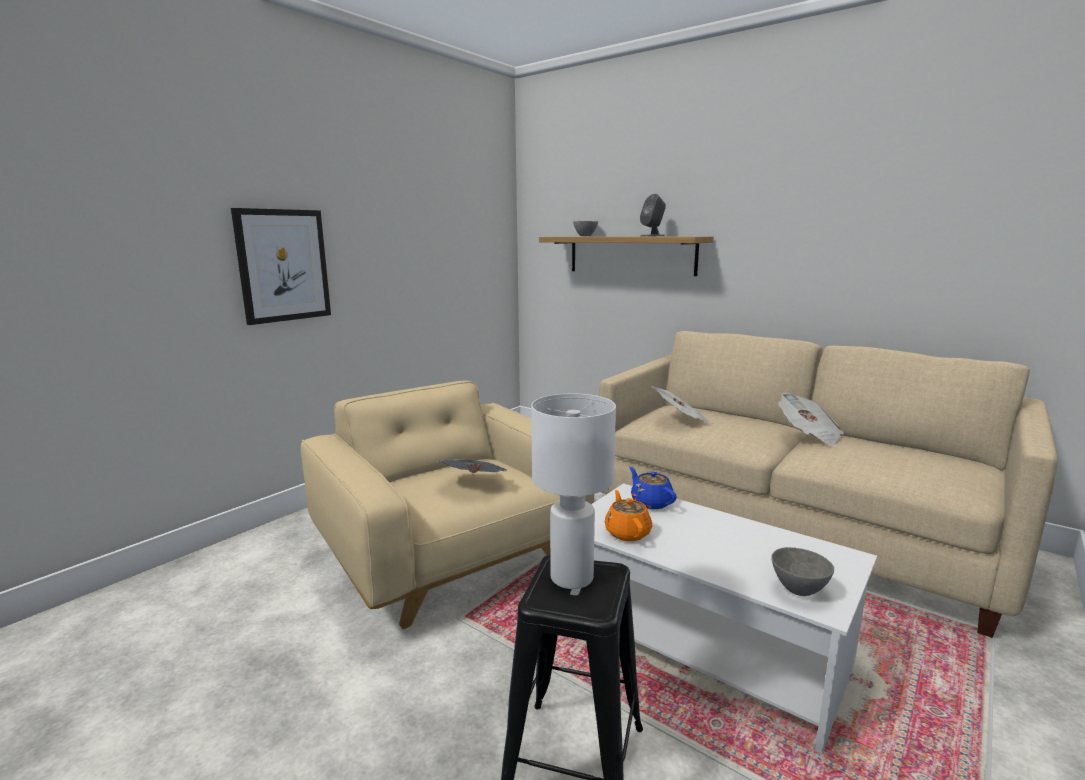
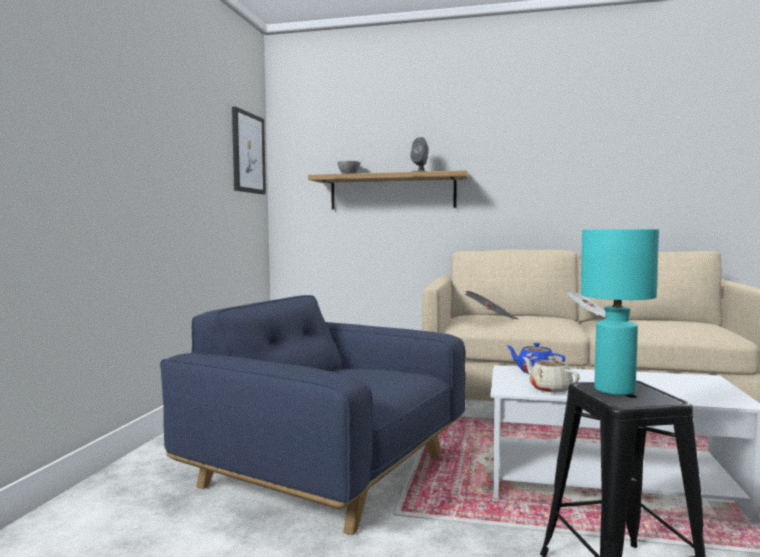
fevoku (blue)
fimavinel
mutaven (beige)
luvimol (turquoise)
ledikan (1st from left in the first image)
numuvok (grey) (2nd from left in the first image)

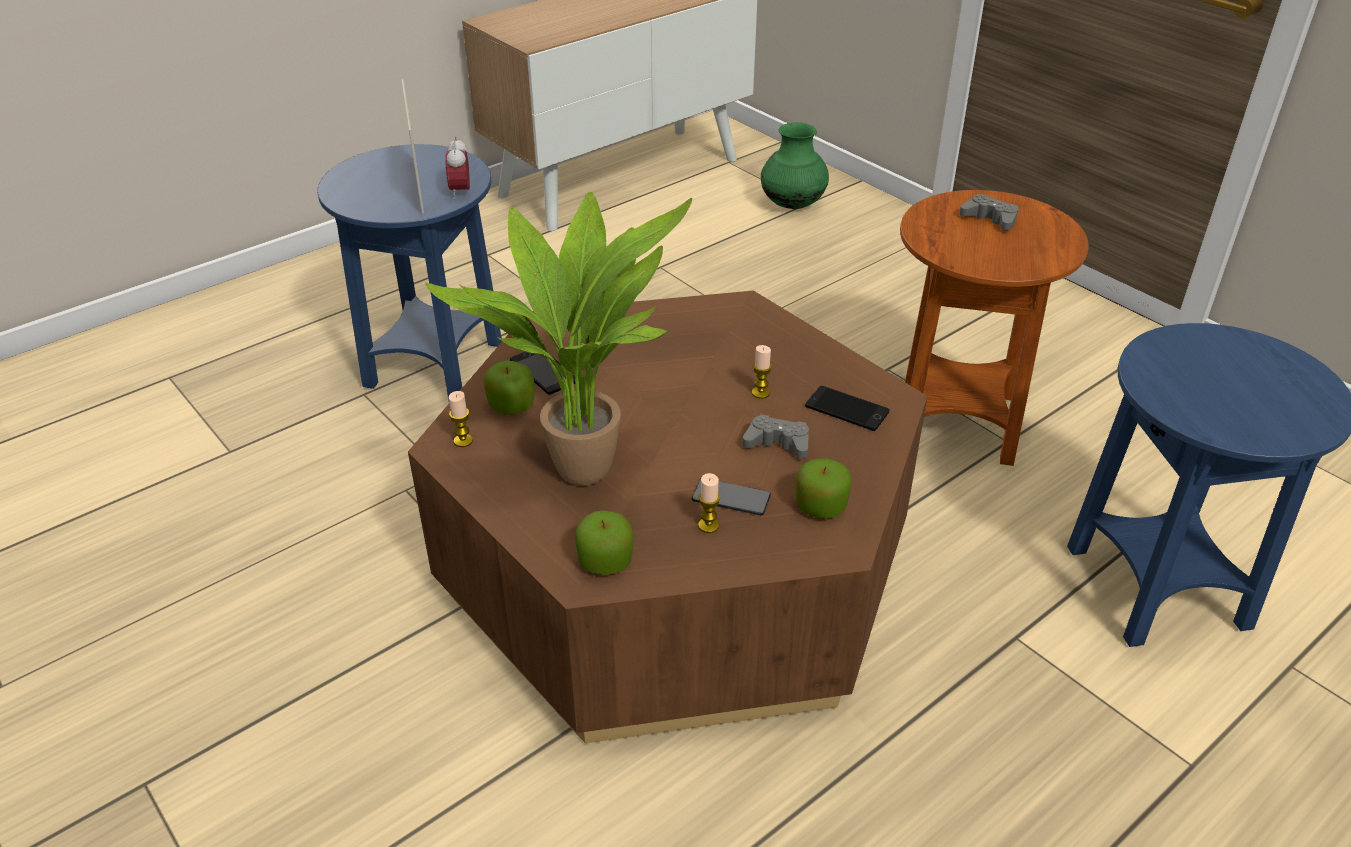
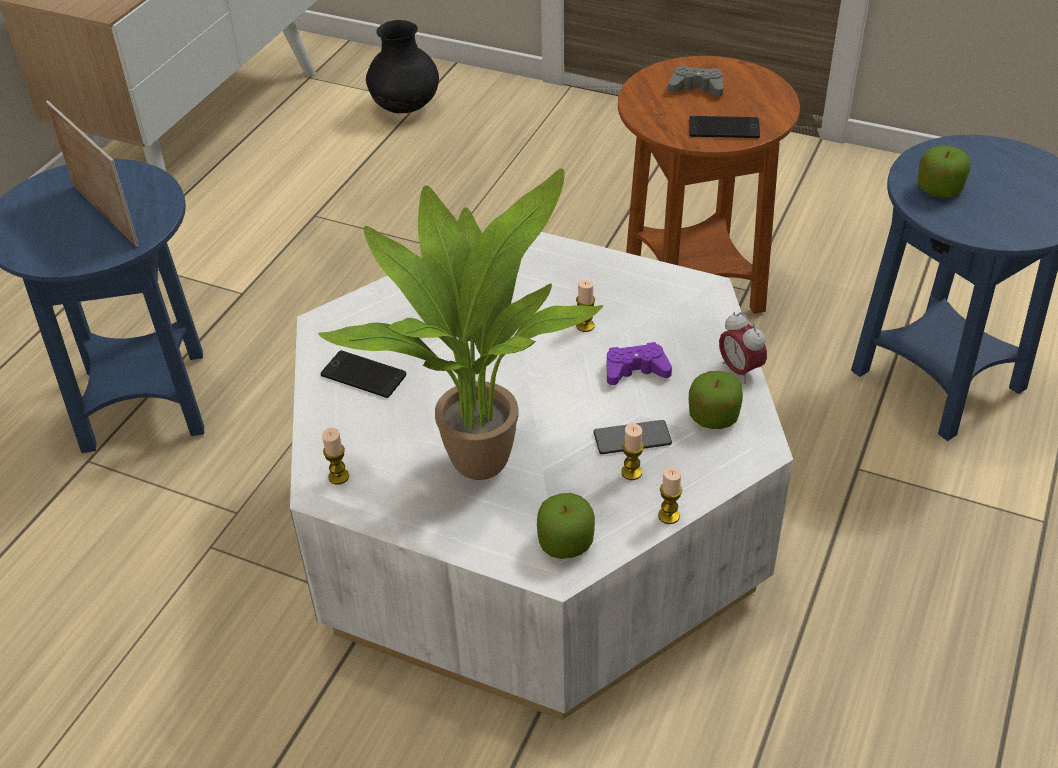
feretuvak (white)
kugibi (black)
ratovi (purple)
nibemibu (4th from left)
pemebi (3rd from left)
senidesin
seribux (3rd from left)

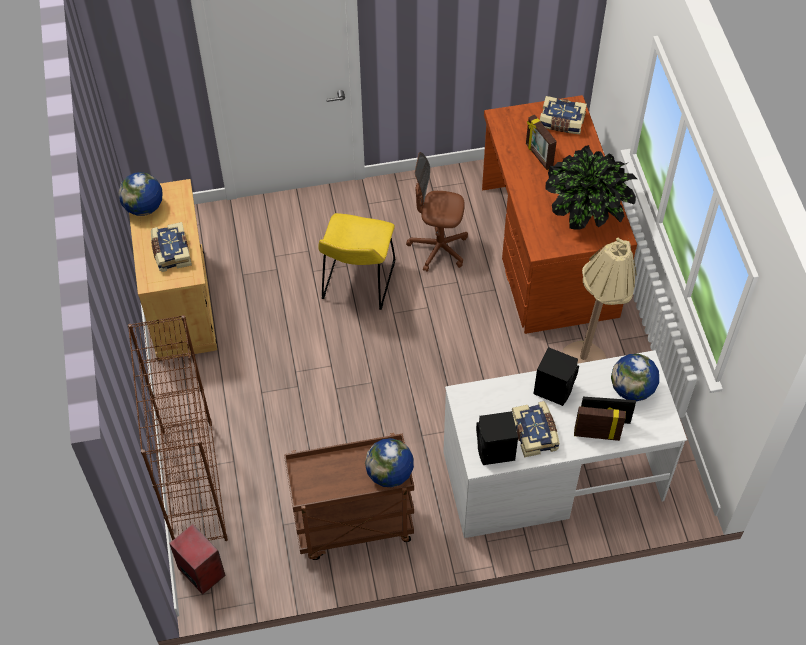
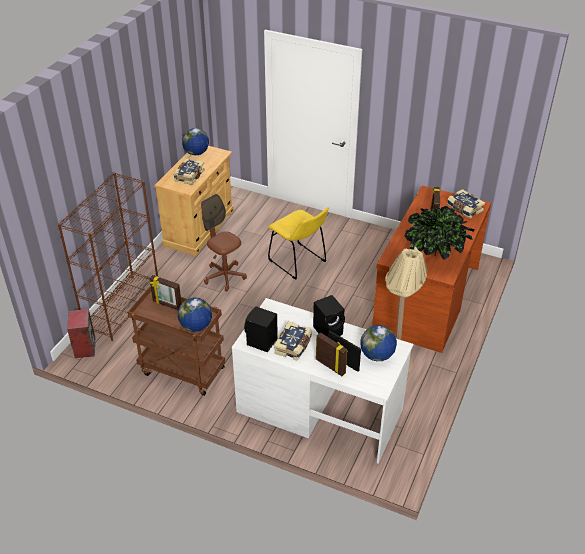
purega (1st from left)
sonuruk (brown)
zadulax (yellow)

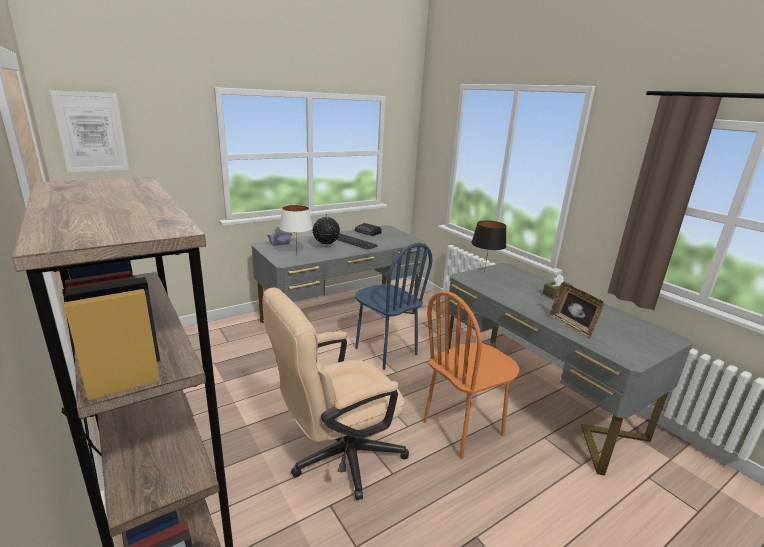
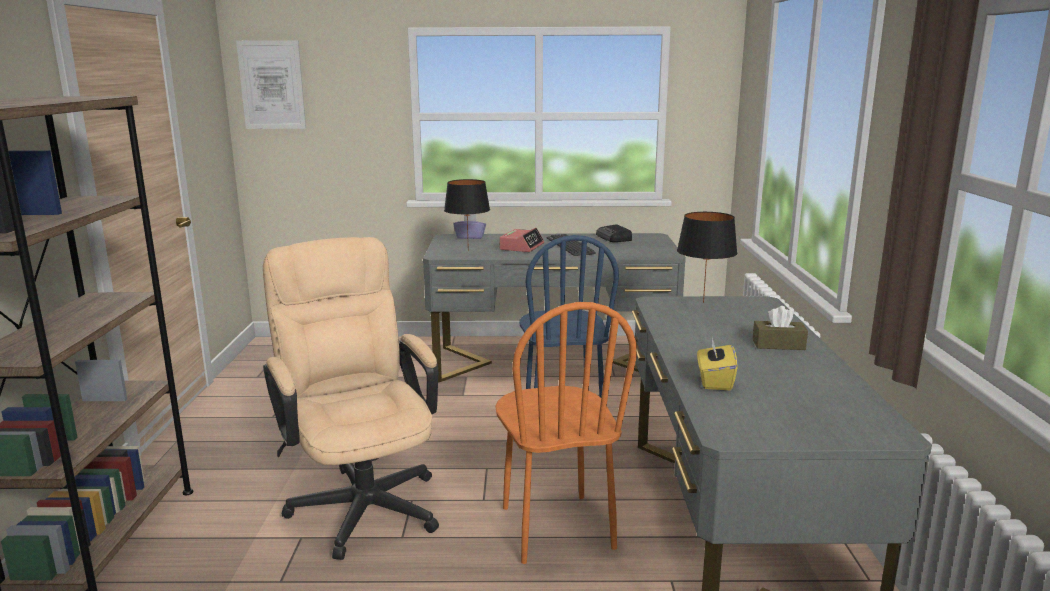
sonuruk (beige)
luvimol (black) (1st from left)
zadulax (orange)
senidesin
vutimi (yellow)

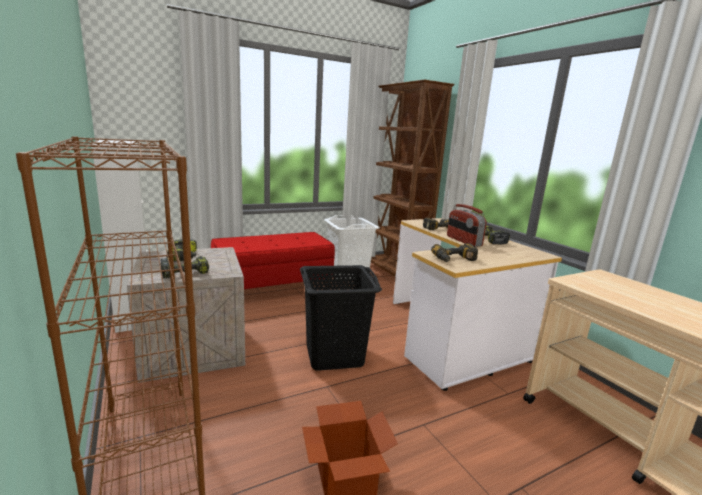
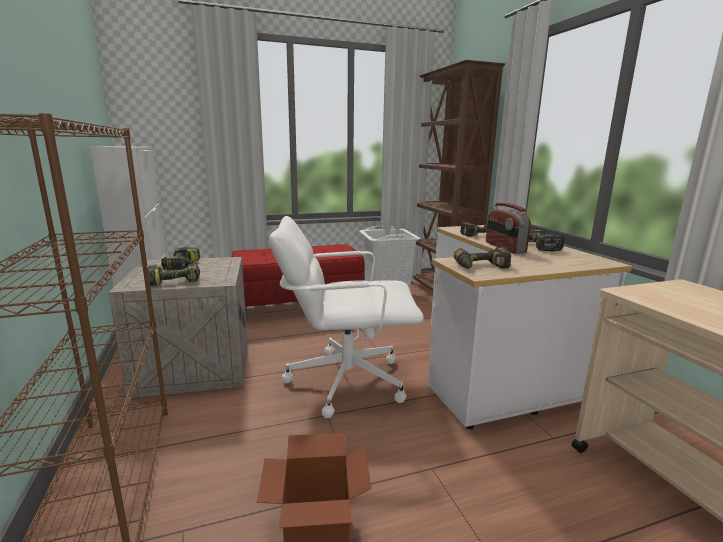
sonuruk (white)

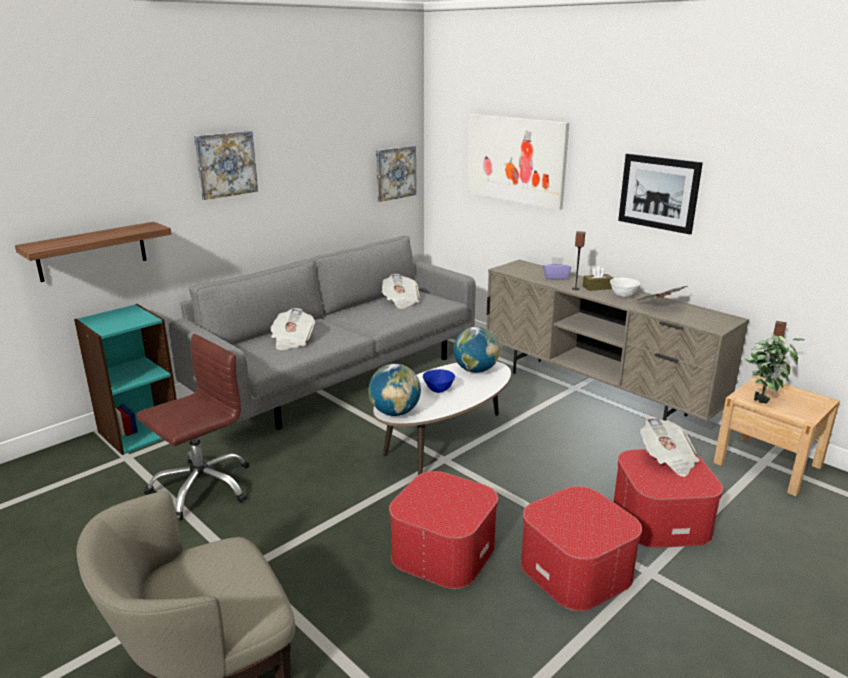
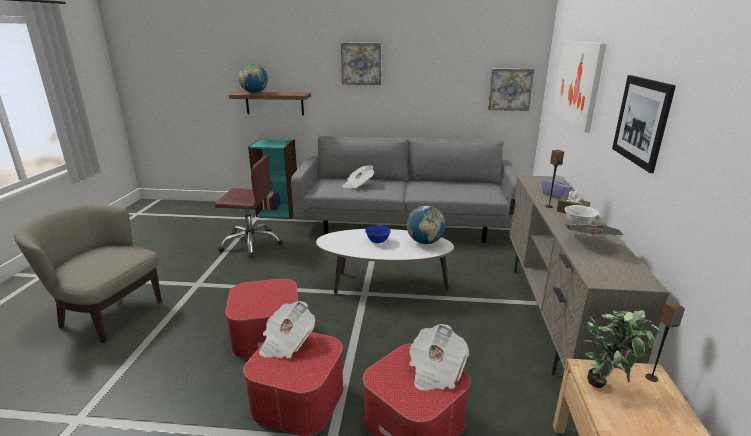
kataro (1st from left)
ledikan (1st from left)

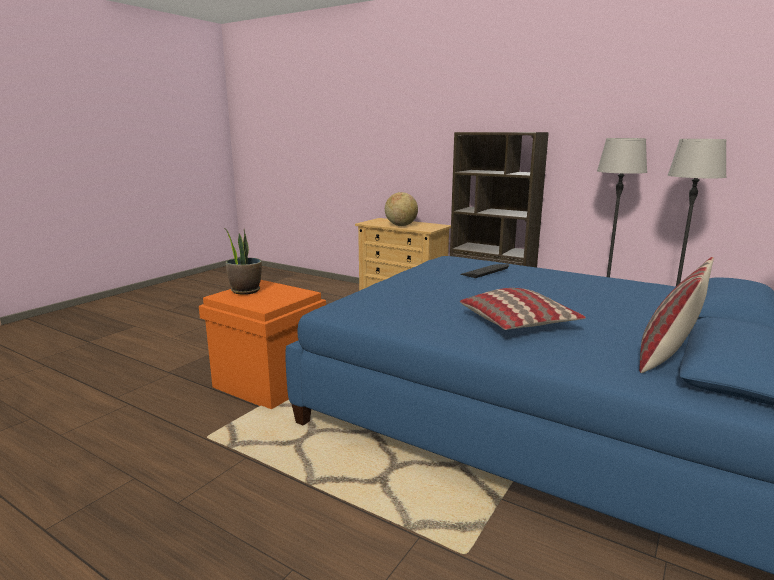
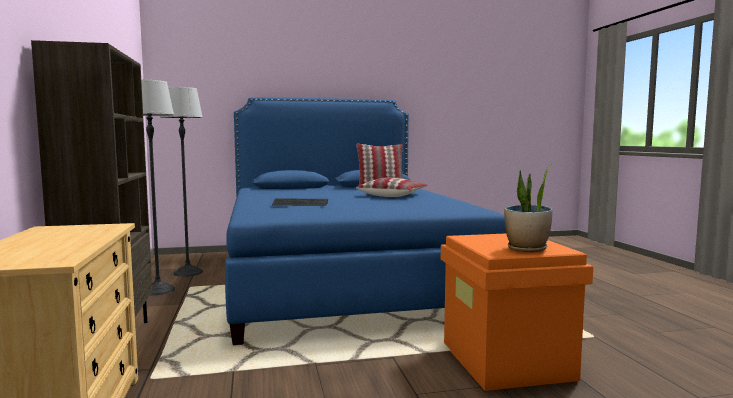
kataro

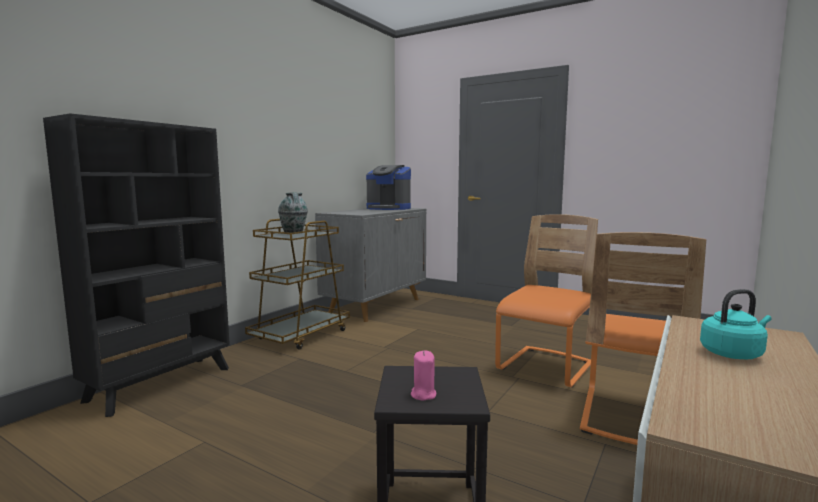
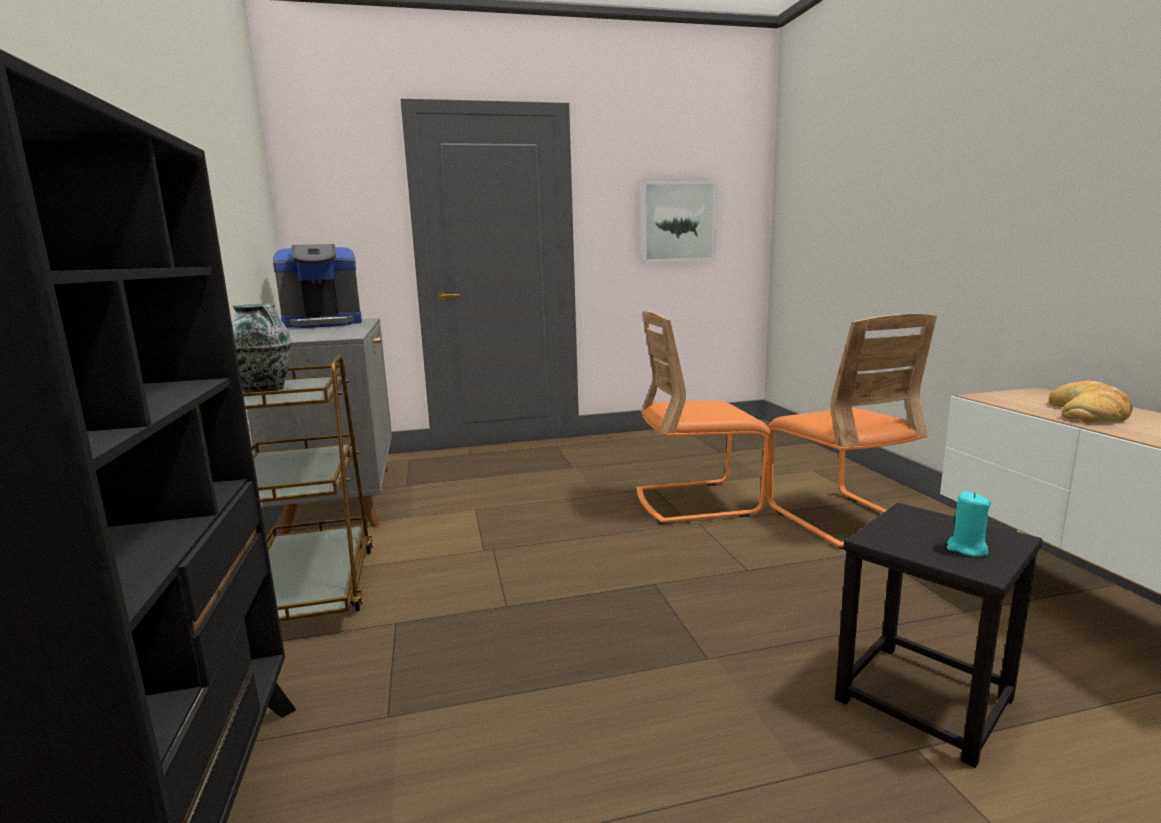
zadulax (orange) (1st from left)
fimavinel
nibemibu (turquoise)
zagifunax

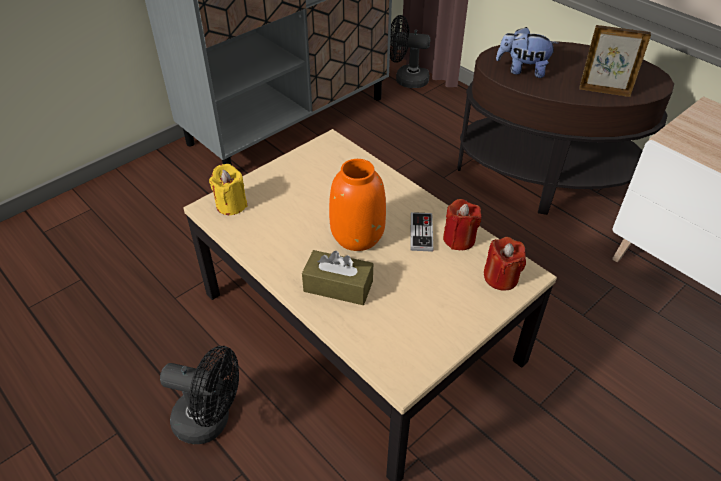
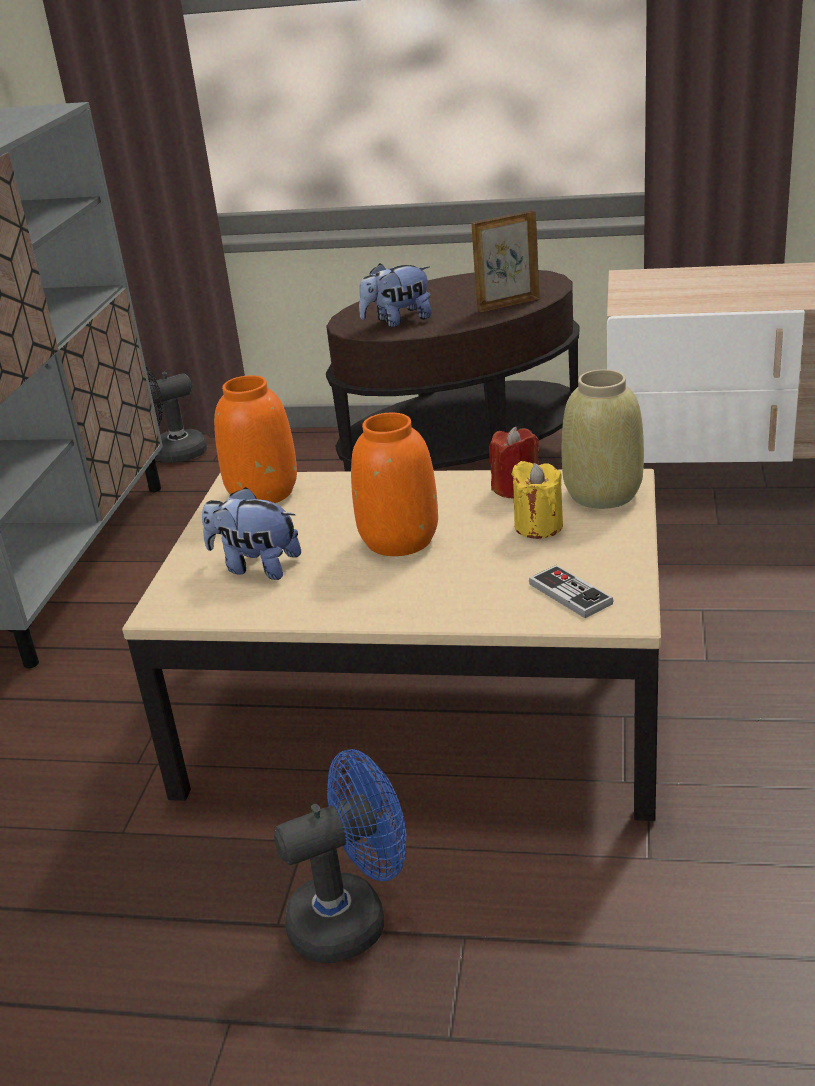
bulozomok (1st from left)
kugibi (orange) (1st from left)
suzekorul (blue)
nibemibu (yellow)
ratovi
kugibi (beige)
vutimi (brown)

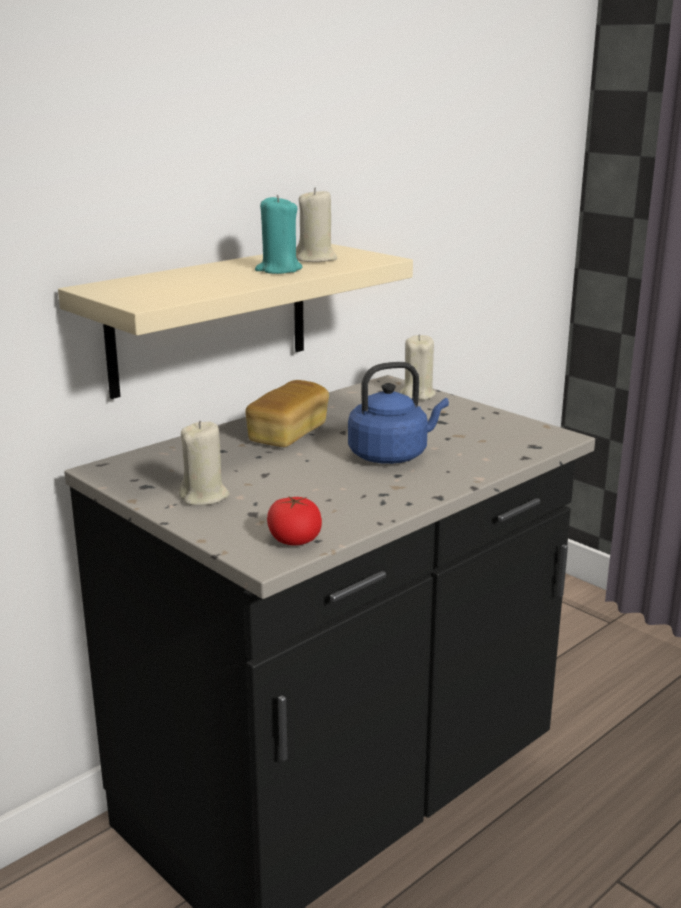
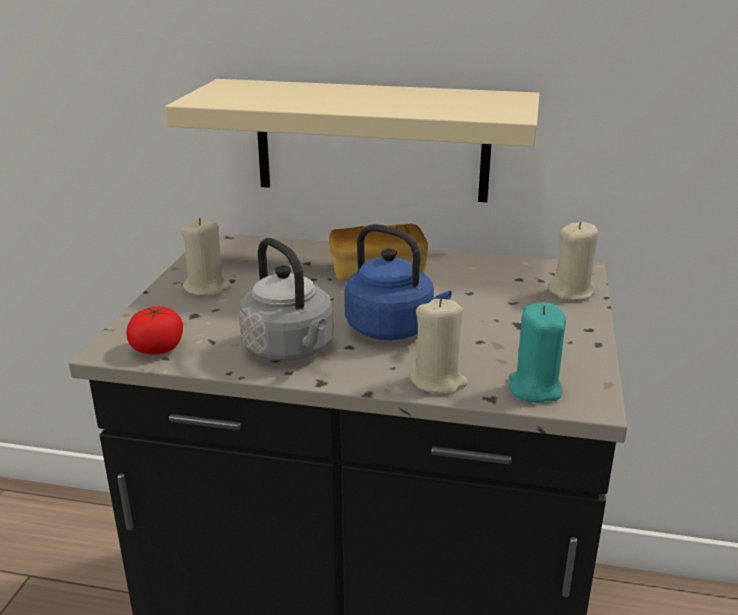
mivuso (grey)
nibemibu (beige) (2nd from left)
nibemibu (turquoise)

